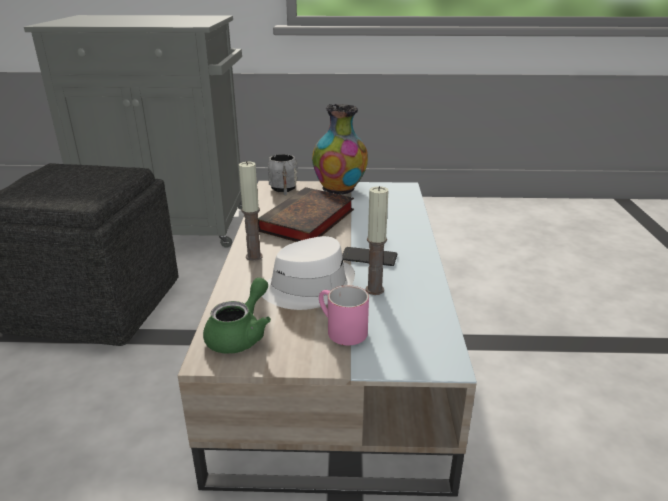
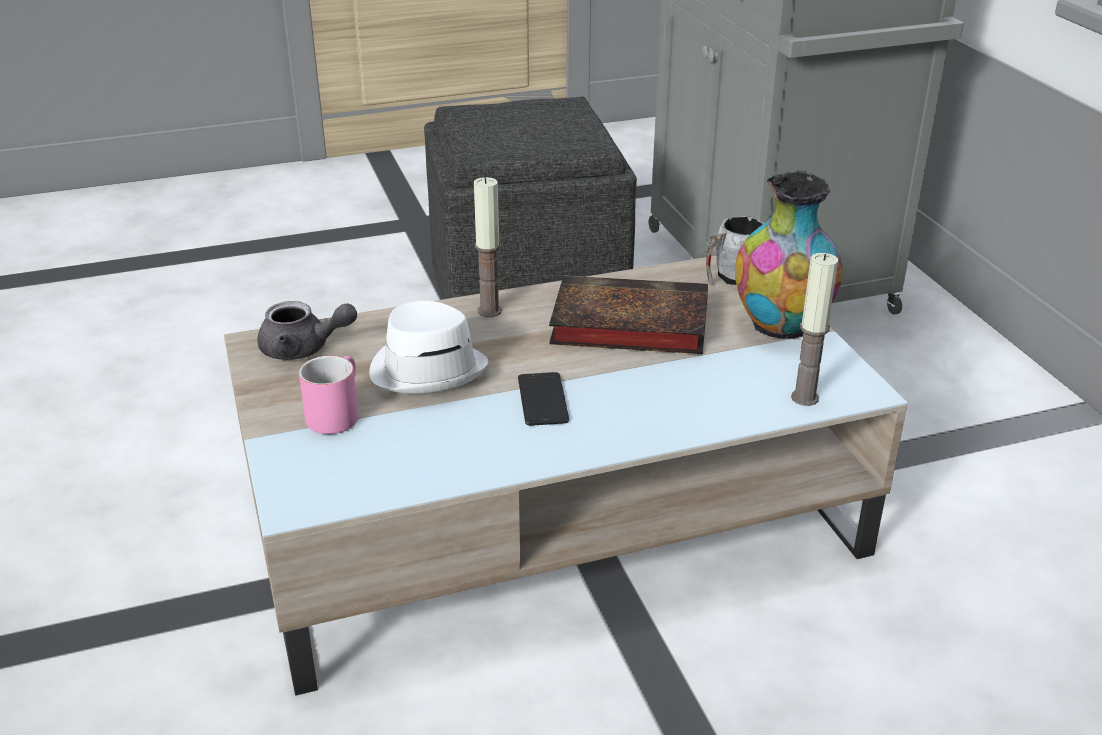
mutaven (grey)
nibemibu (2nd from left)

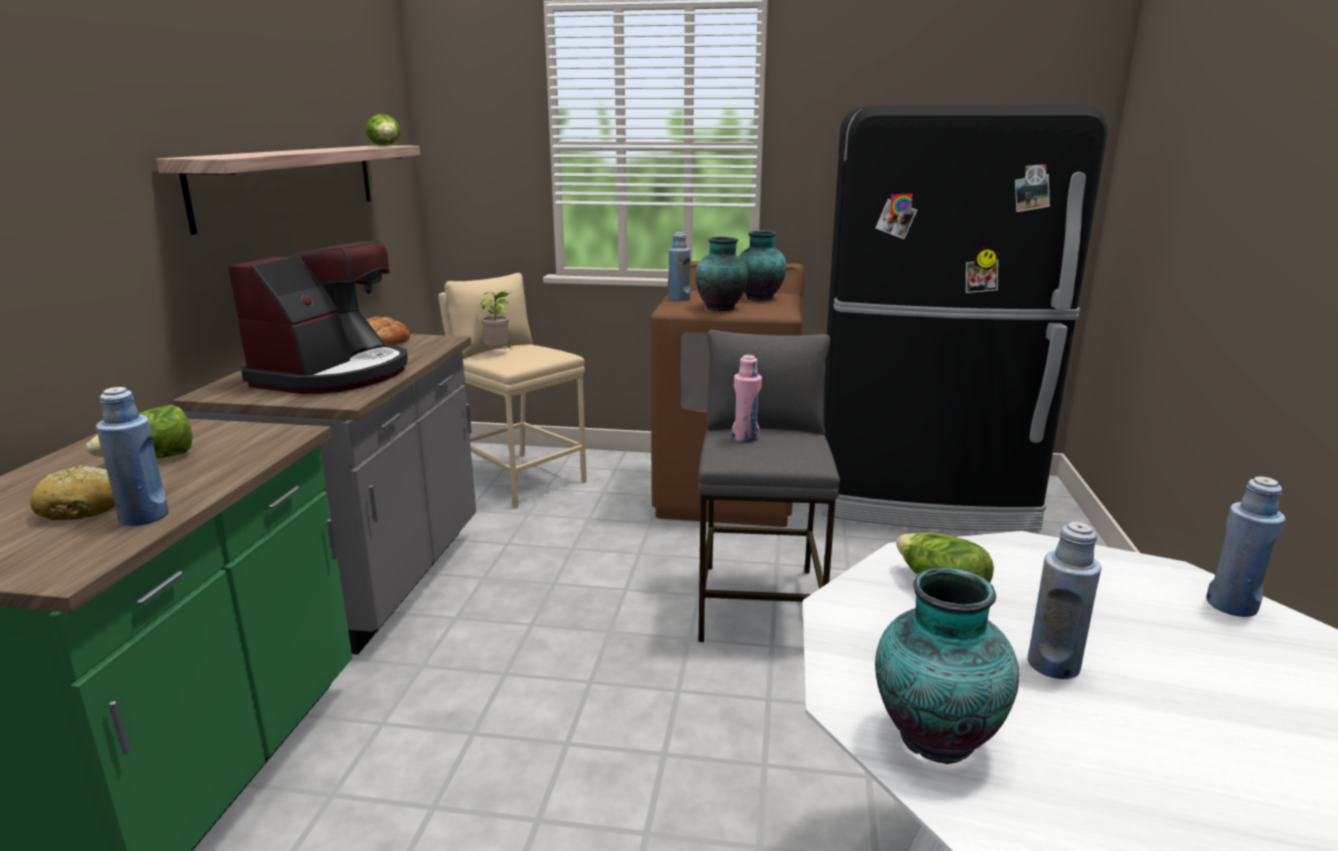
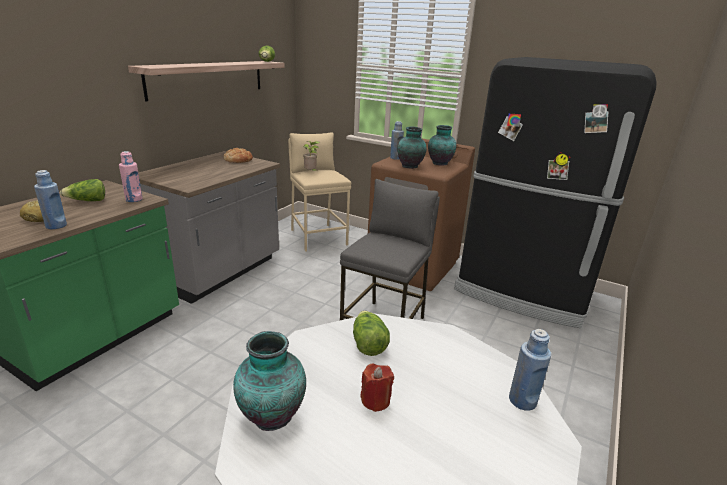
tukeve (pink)
nibemibu (red)
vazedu

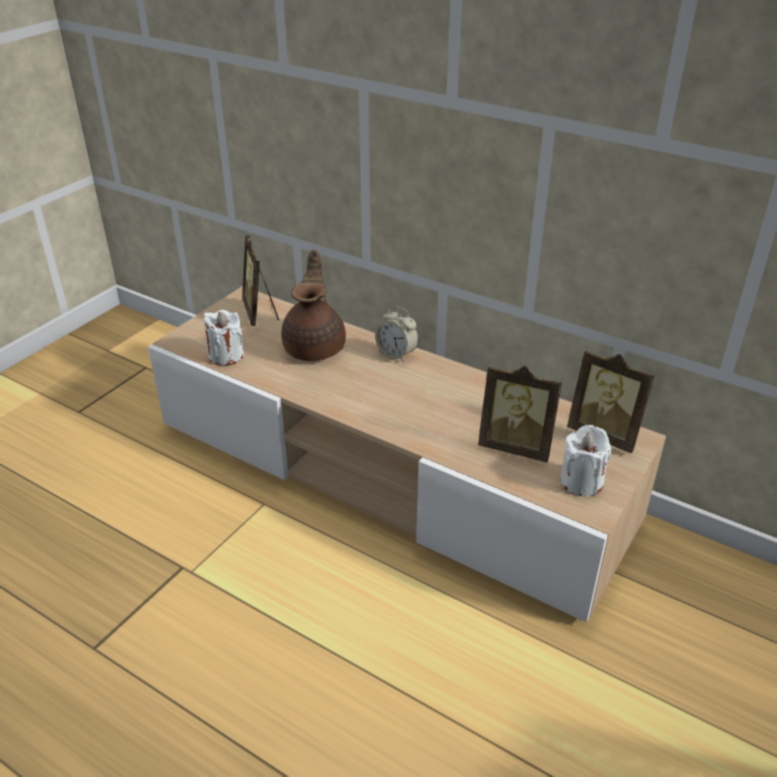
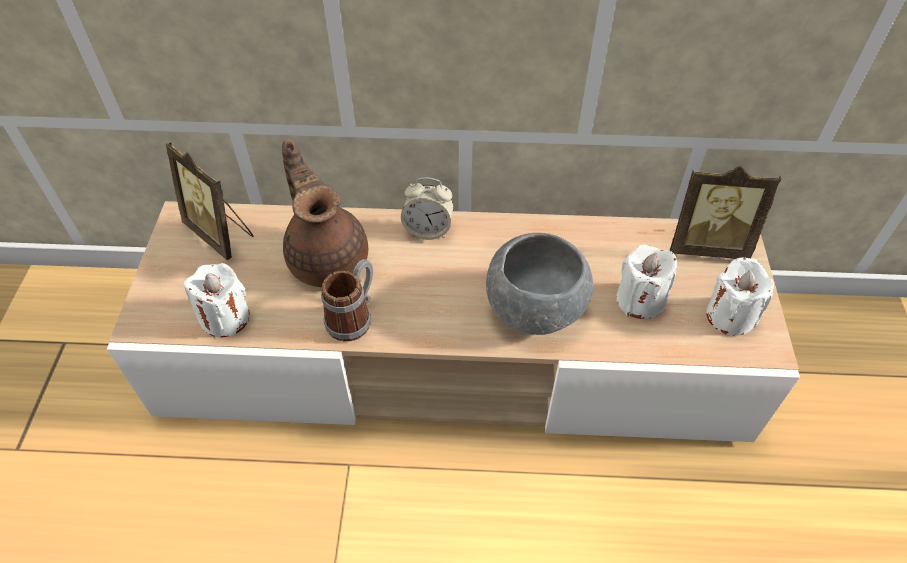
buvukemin
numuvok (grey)
nibemibu (white) (2nd from left)

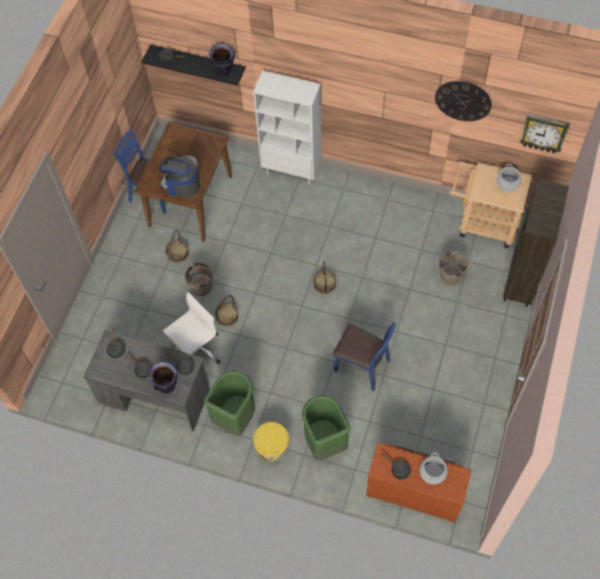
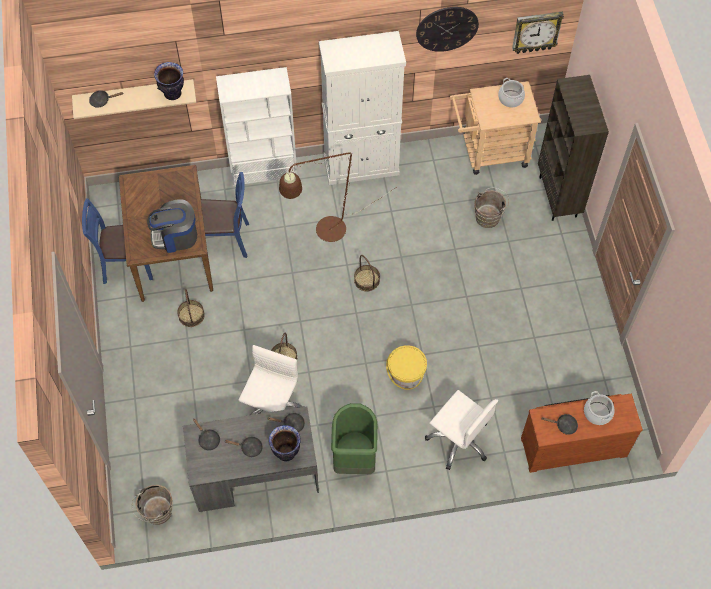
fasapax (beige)
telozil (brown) (1st from left)
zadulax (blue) (2nd from left)
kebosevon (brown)
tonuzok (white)
telozil (yellow)
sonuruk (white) (2nd from left)

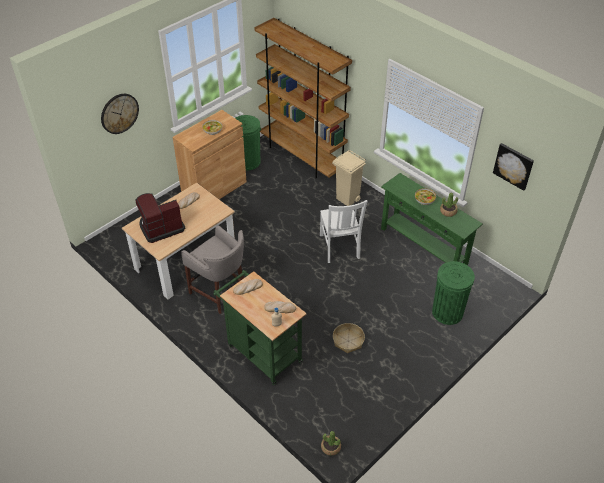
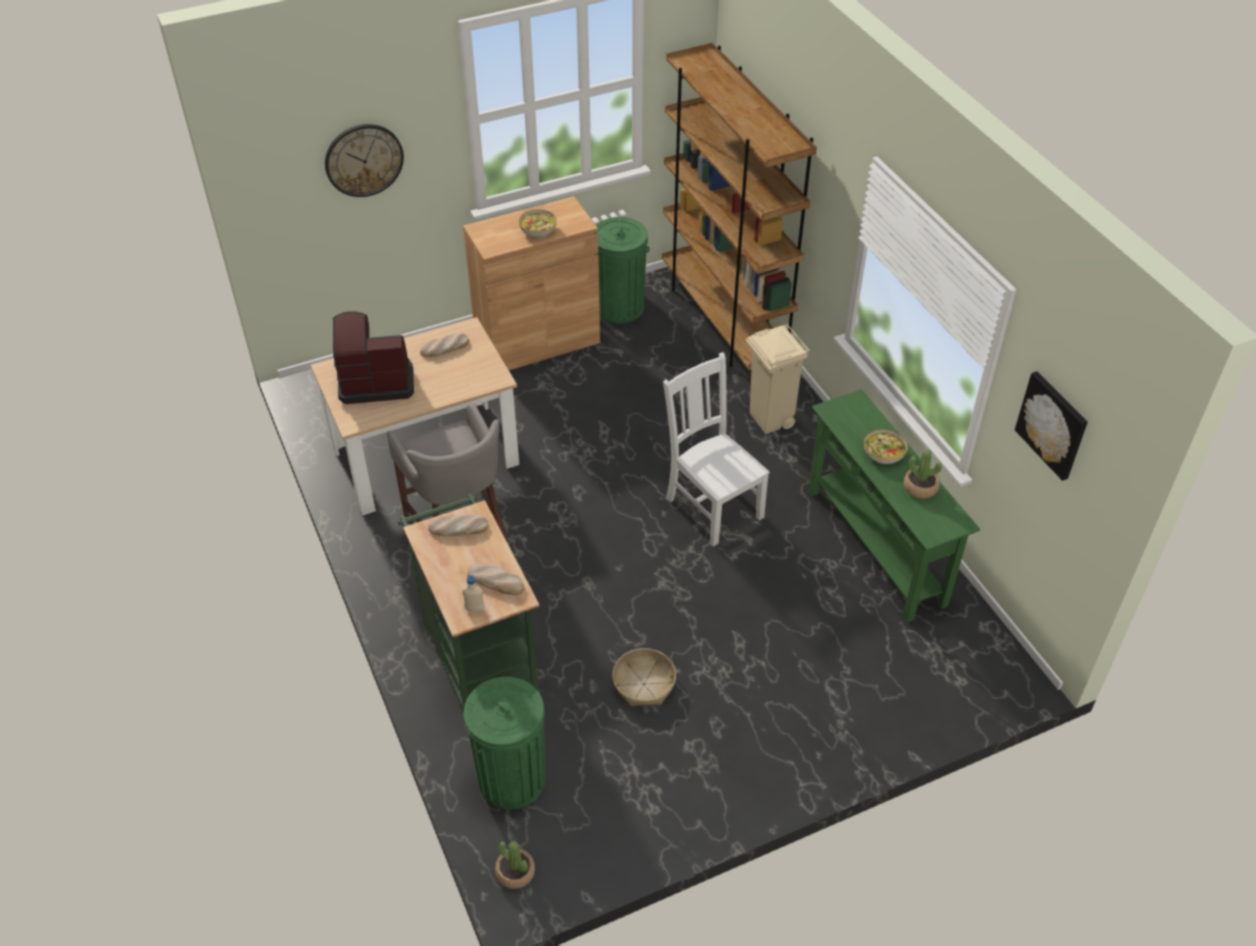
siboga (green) (1st from left)
zadulax (white)

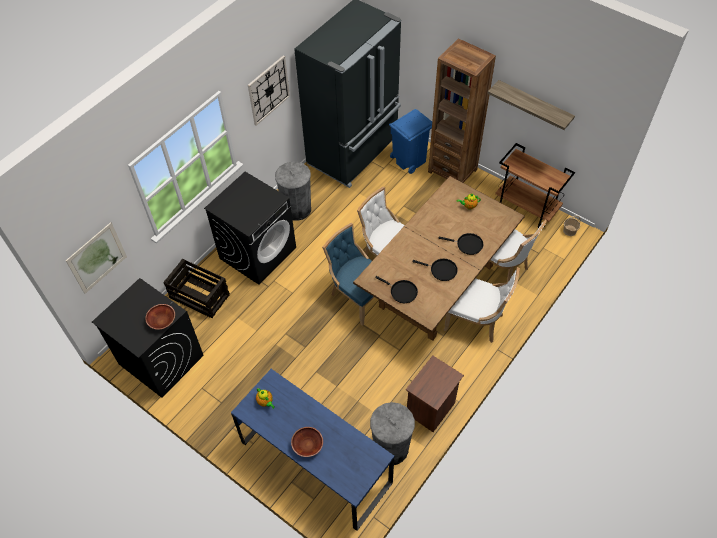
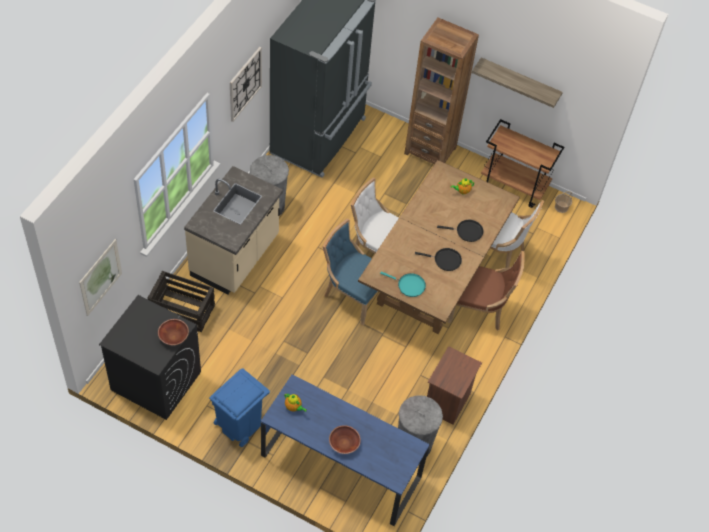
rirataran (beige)
siboga (blue)
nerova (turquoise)
zadulax (brown)

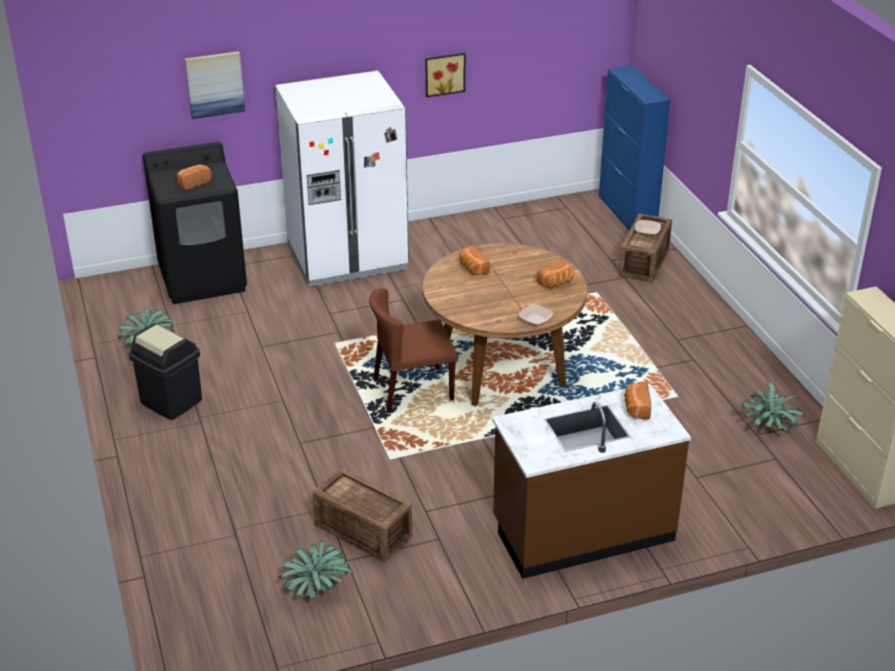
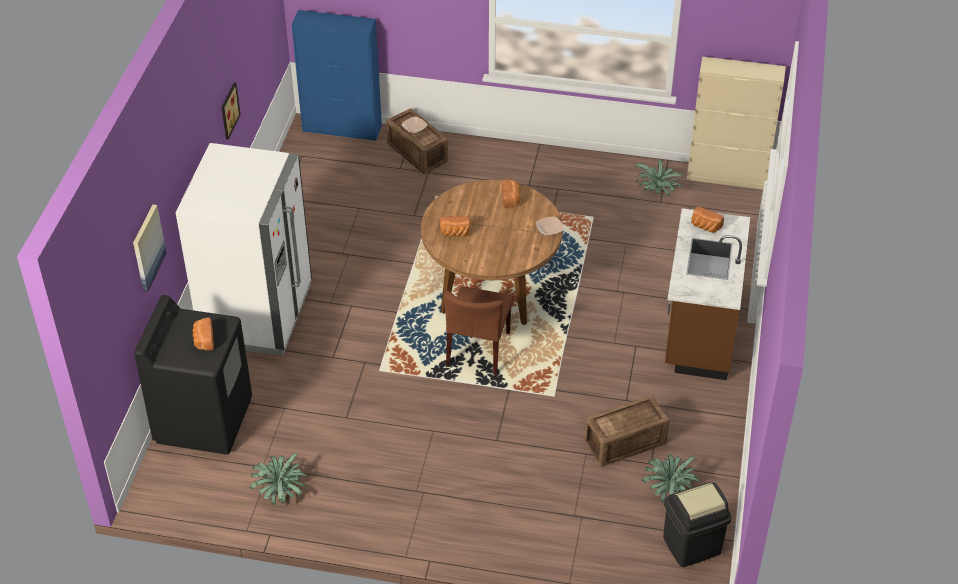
siboga (black)

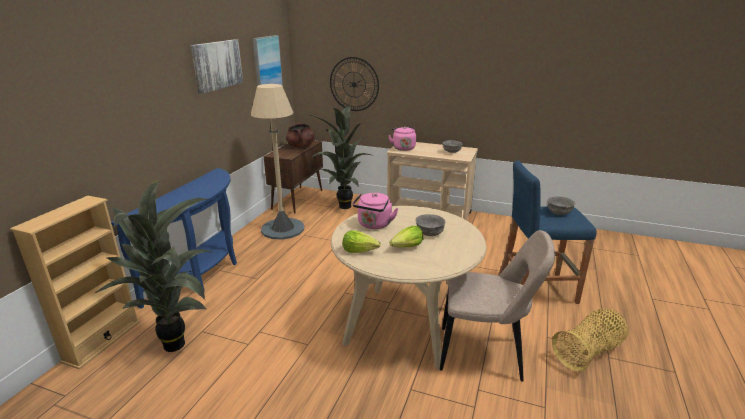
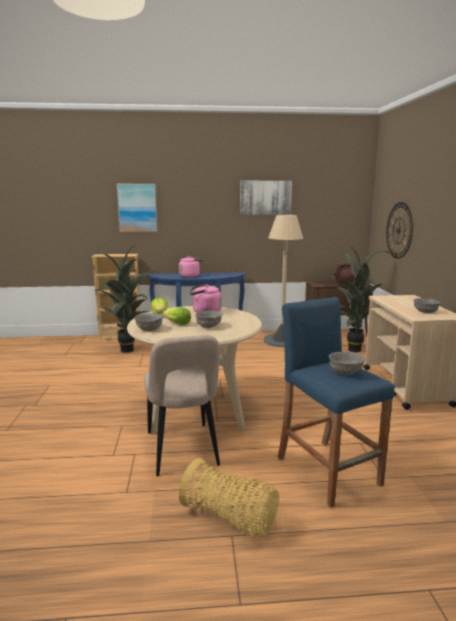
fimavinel (1st from left)
numuvok (grey) (1st from left)
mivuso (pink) (1st from left)

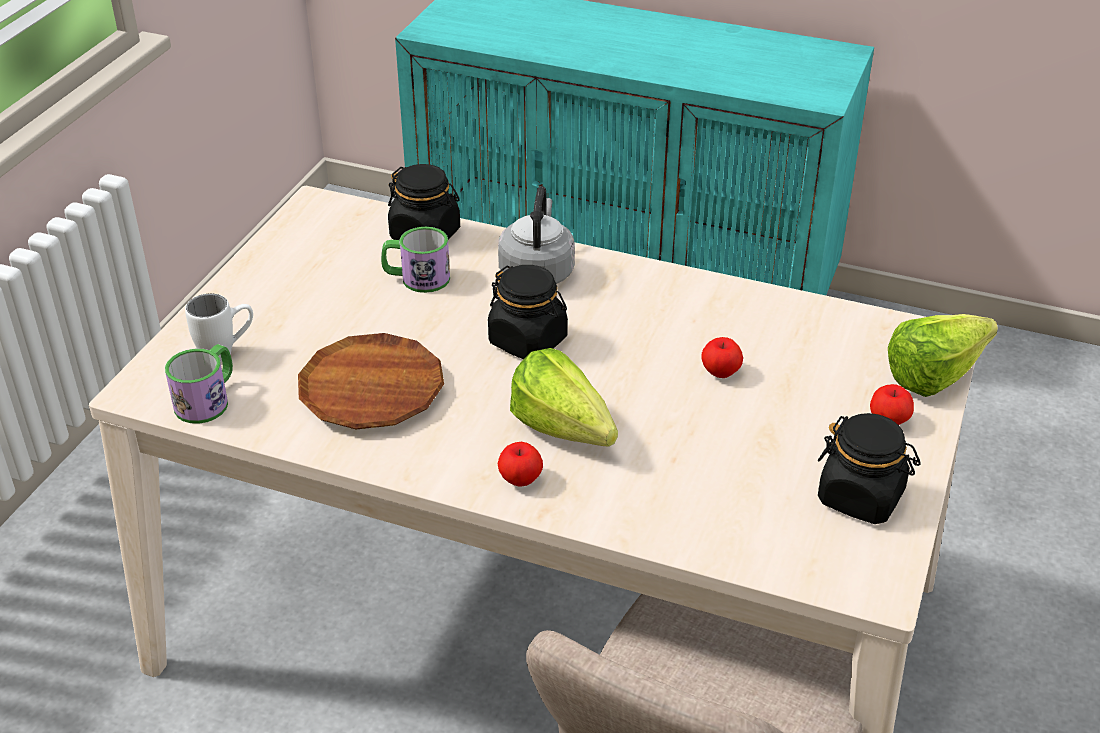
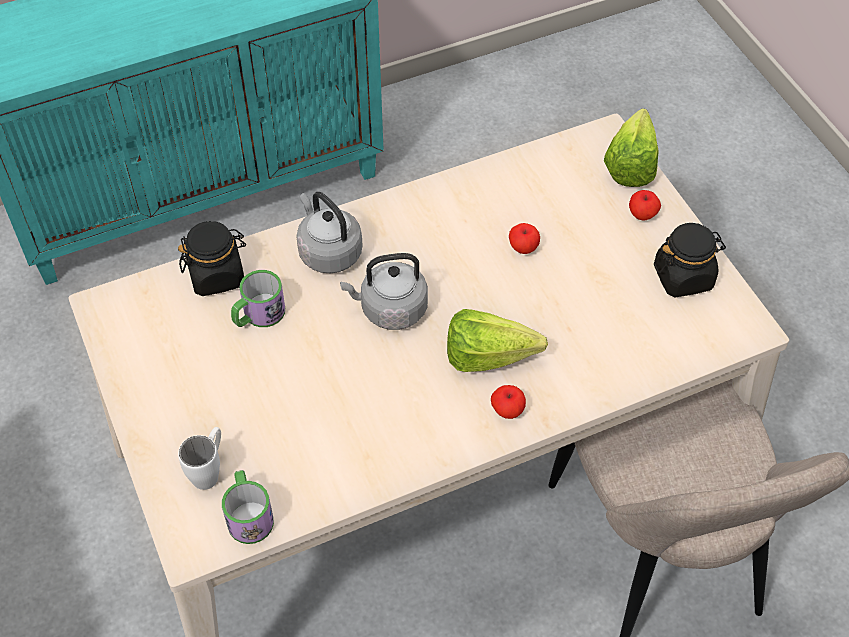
mivuso (grey) (2nd from left)
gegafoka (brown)

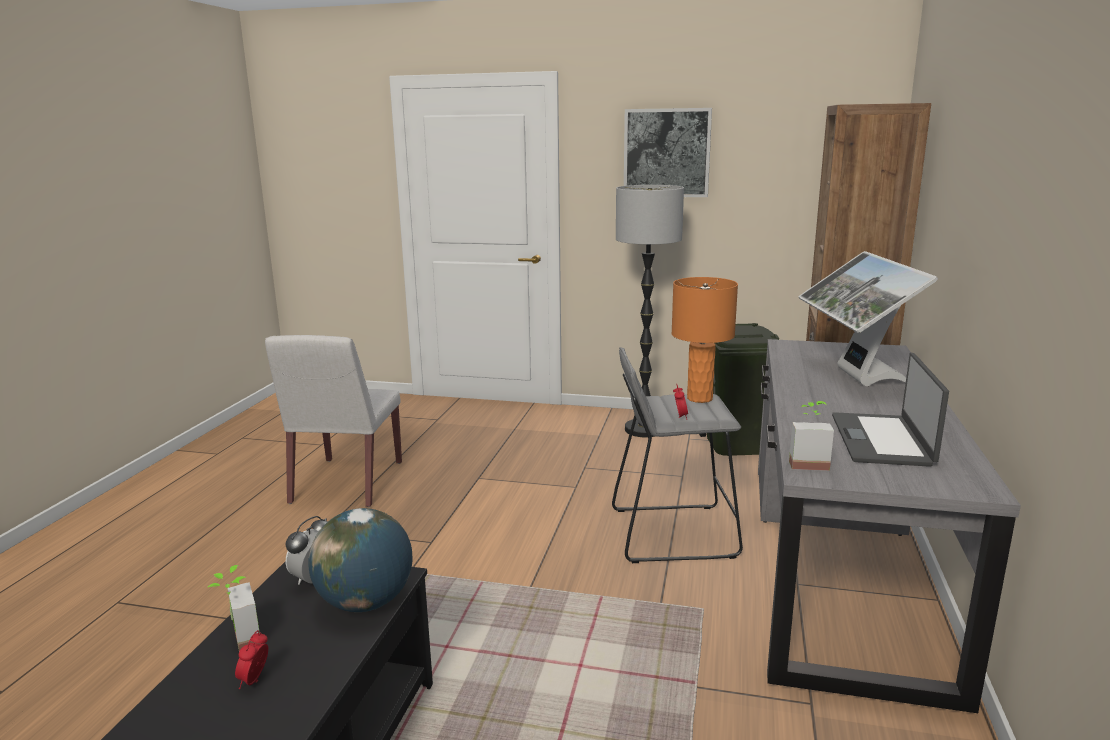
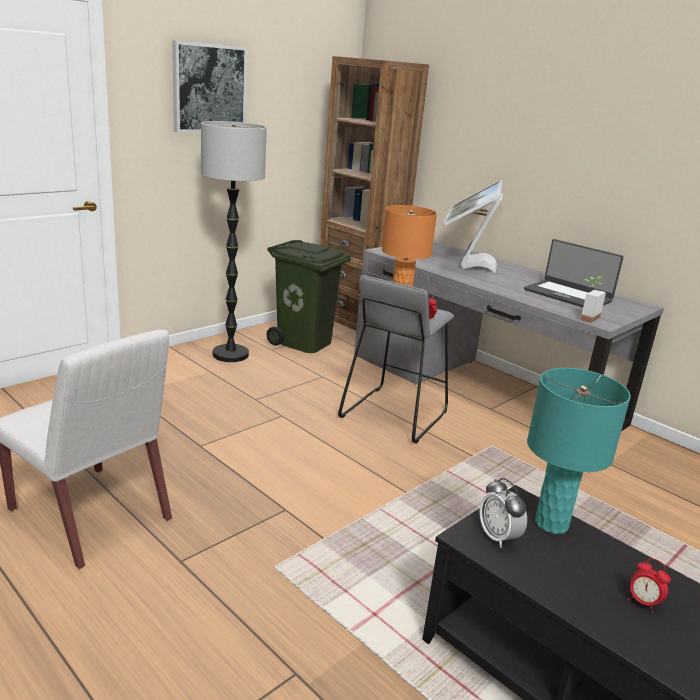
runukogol
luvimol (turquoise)
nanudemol (1st from left in the first image)

